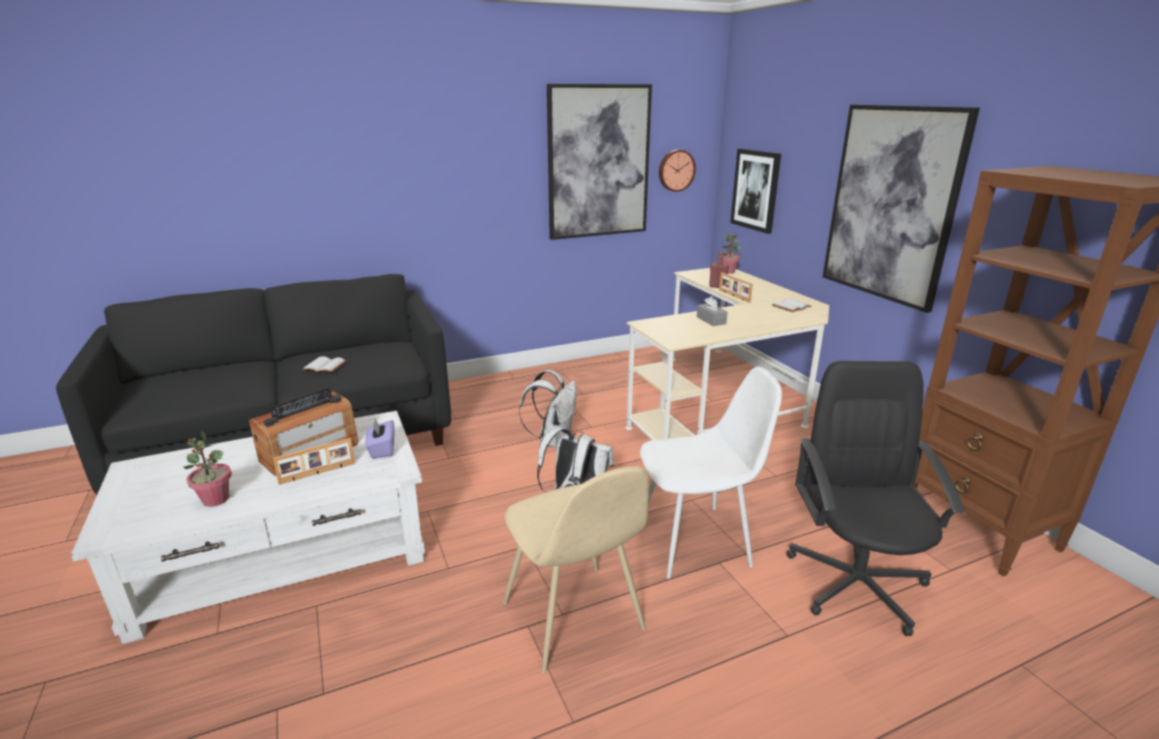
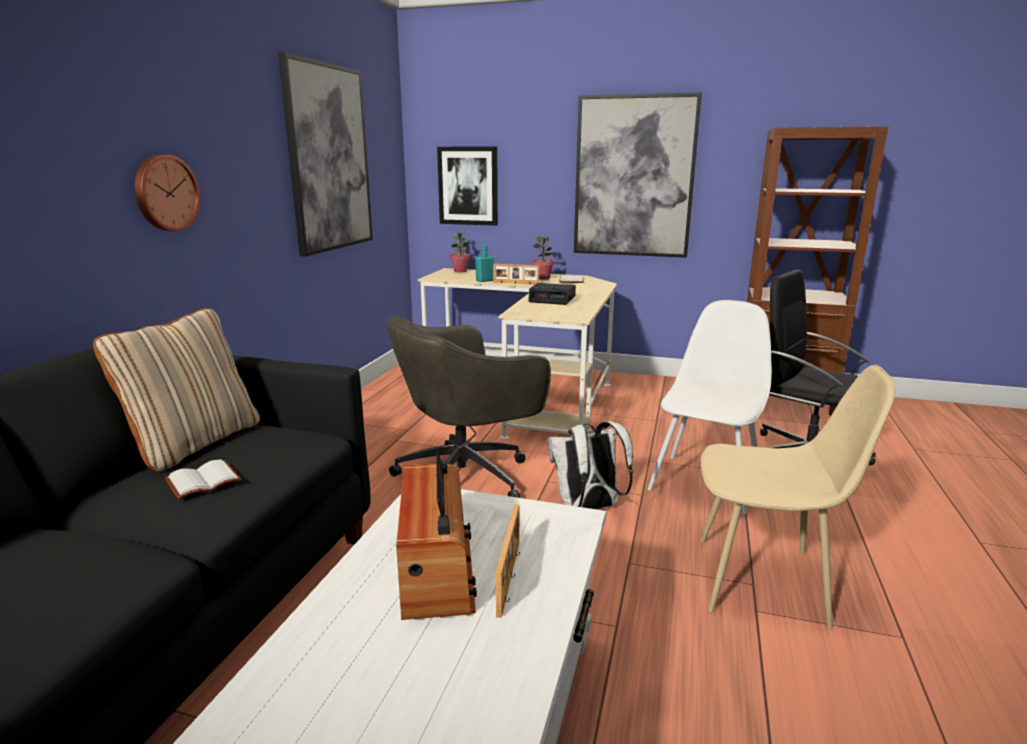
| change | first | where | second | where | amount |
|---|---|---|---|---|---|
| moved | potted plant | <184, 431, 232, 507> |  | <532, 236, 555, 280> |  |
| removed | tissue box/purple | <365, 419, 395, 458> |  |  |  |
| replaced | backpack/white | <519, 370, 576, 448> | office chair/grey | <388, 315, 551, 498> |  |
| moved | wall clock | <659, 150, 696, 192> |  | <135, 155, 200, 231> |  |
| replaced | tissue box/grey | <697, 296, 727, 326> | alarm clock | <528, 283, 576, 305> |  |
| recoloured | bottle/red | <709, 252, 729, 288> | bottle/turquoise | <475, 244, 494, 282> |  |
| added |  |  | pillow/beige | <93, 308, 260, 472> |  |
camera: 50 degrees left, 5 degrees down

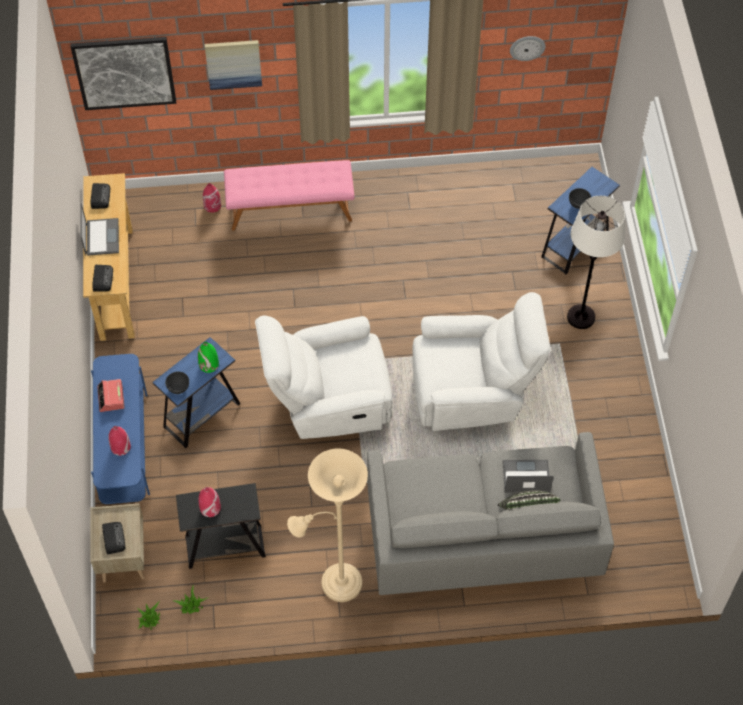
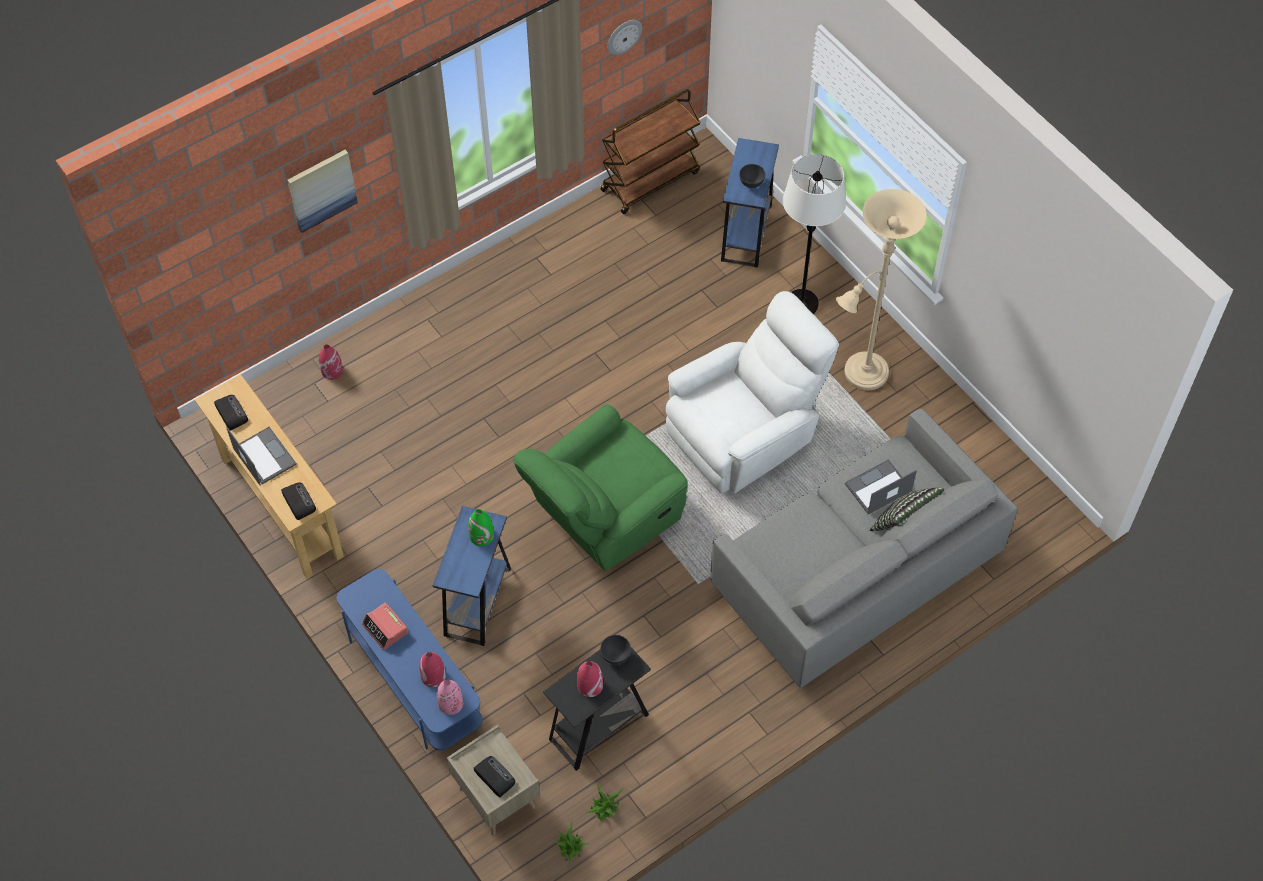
| change | first | where | second | where | amount |
|---|---|---|---|---|---|
| removed | picture | <71, 37, 176, 110> |  |  |  |
| moved | bowl/grey | <165, 371, 189, 394> |  | <600, 635, 631, 664> |  |
| removed | bench/pink | <224, 160, 355, 231> |  |  |  |
| recoloured | armchair/white | <255, 316, 393, 439> | armchair/green | <513, 405, 688, 571> |  |
| moved | floor lamp/beige | <287, 449, 368, 602> |  | <836, 189, 927, 390> |  |
| added |  |  | vase/pink | <437, 680, 463, 715> |  |
| added |  |  | cart/brown | <601, 89, 701, 214> |  |
camera: 30 degrees left, 0 degrees up

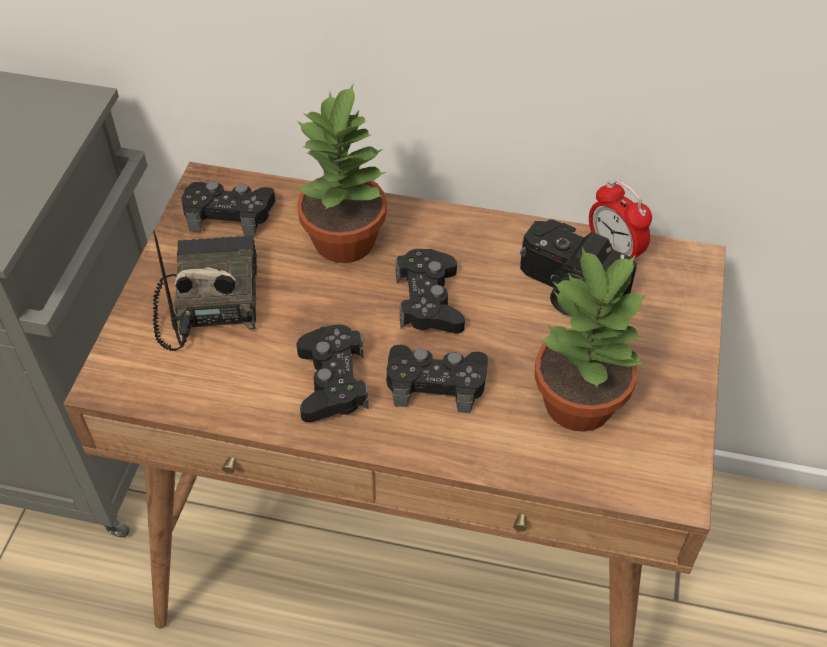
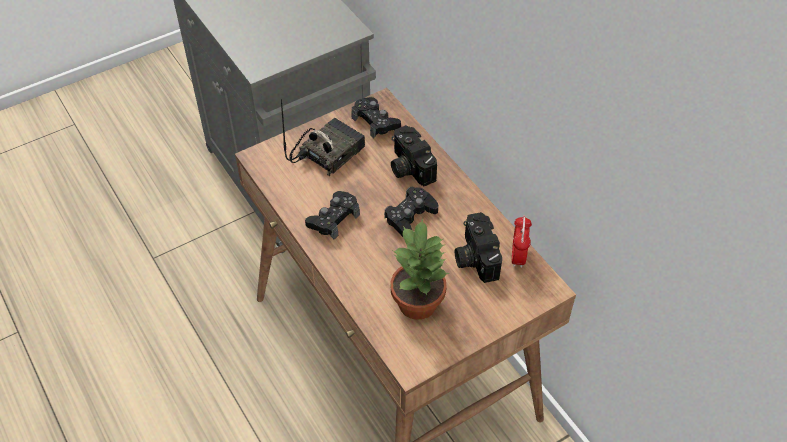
| change | first | where | second | where | amount |
|---|---|---|---|---|---|
| replaced | potted plant | <296, 84, 387, 263> | photo camera | <391, 125, 437, 186> |  |
| removed | game controller/black | <386, 345, 488, 413> |  |  |  |
camera: 45 degrees right, 0 degrees up

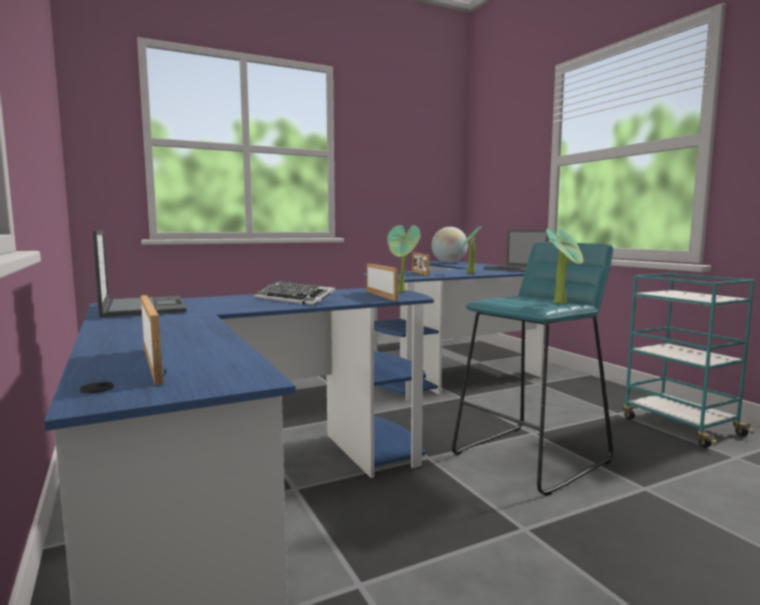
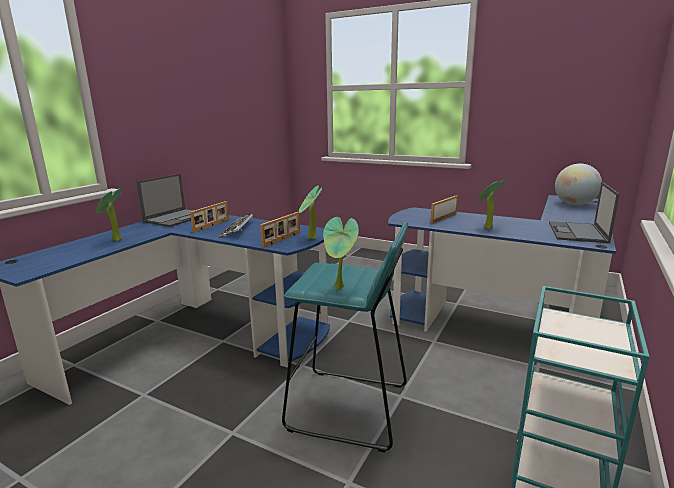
| change | first | where | second | where | amount |
|---|---|---|---|---|---|
| moved | picture frame | <141, 295, 166, 385> |  | <190, 201, 229, 232> |  |
| added |  |  | potted plant | <96, 189, 122, 241> |  |
camera: 55 degrees right, 10 degrees up

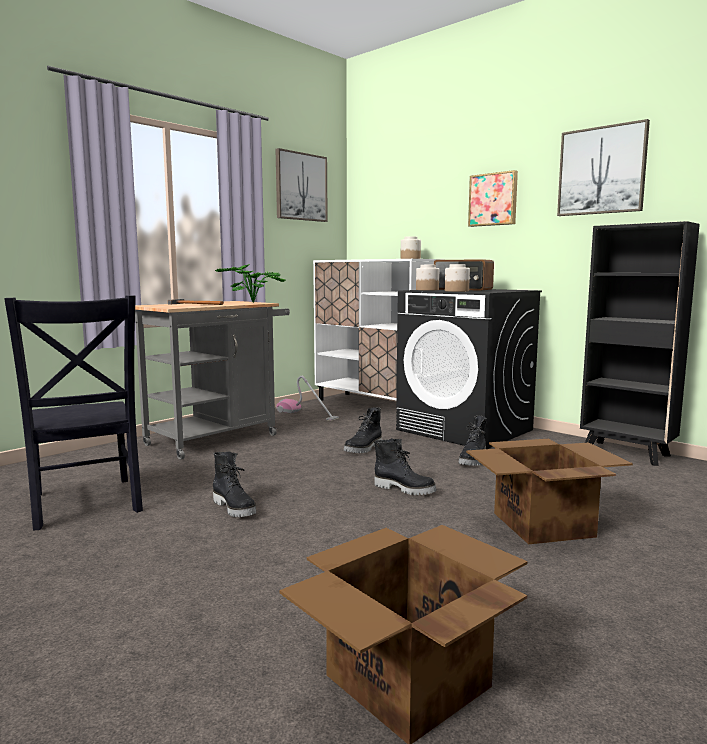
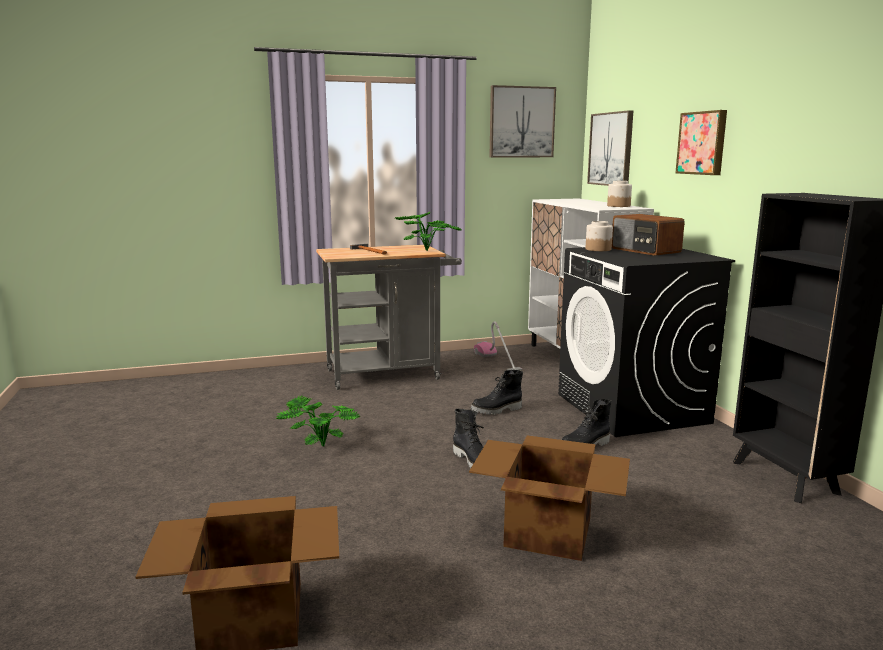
| change | first | where | second | where | amount |
|---|---|---|---|---|---|
| removed | chair/black | <4, 295, 143, 530> |  |  |  |
| replaced | boot/black | <213, 451, 256, 517> | potted plant | <276, 395, 360, 447> |  |
| removed | jar | <445, 264, 470, 292> |  |  |  |
| moved | picture | <557, 119, 650, 216> |  | <587, 110, 633, 186> |  |
camera: 30 degrees right, 5 degrees up

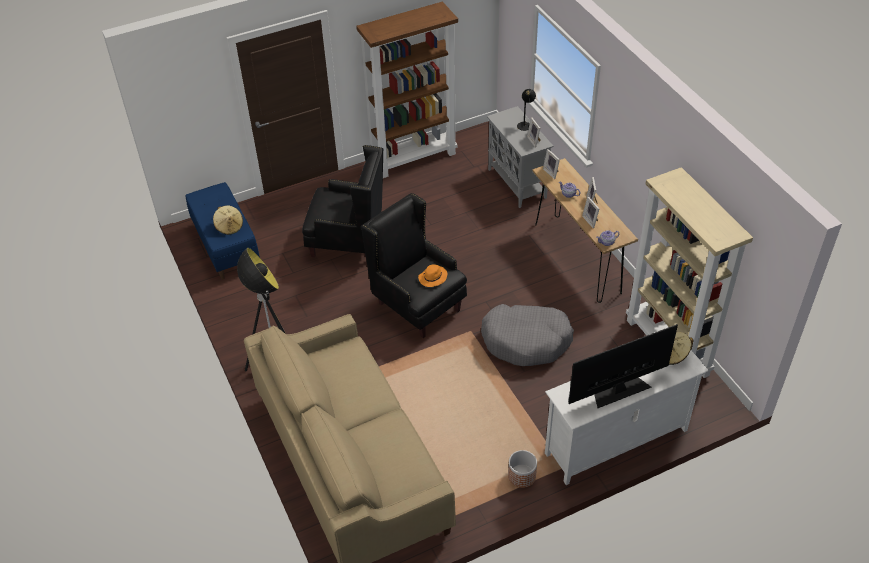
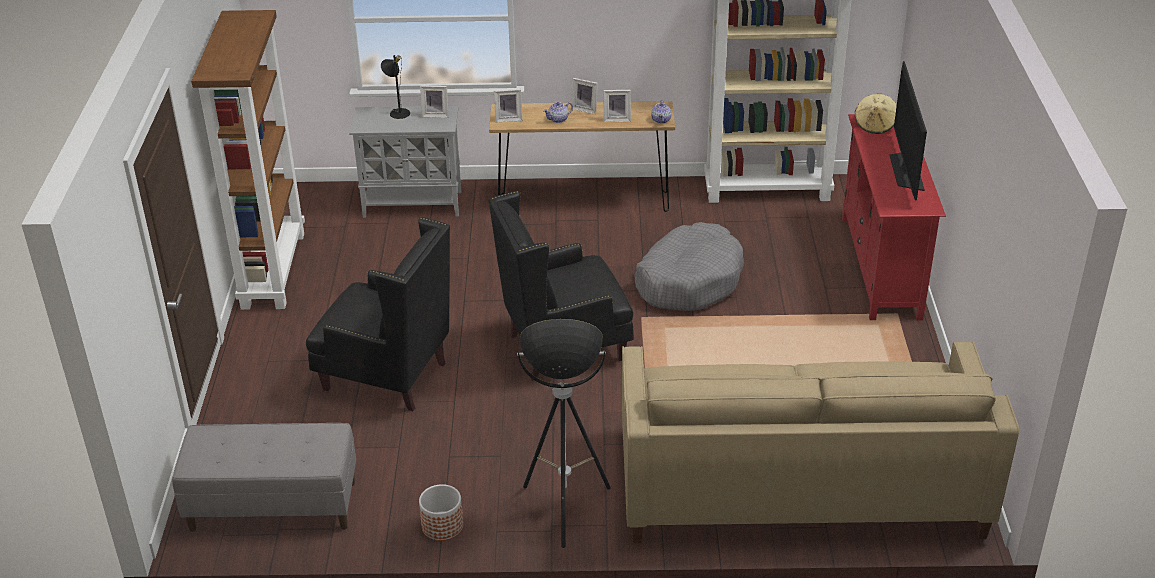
| change | first | where | second | where | amount |
|---|---|---|---|---|---|
| recoloured | bench/blue | <186, 182, 260, 280> | bench/grey | <172, 423, 356, 532> |  |
| removed | hat/beige | <213, 205, 243, 235> |  |  |  |
| turned | armchair/black | <302, 145, 383, 257> |  | <306, 217, 450, 411> | 75 degrees clockwise |
| removed | hat/orange | <418, 264, 447, 287> |  |  |  |
| moved | planter | <508, 450, 537, 488> |  | <419, 484, 463, 541> |  |
| recoloured | tv stand/white | <545, 350, 709, 485> | tv stand/red | <842, 114, 946, 320> |  |
camera: 65 degrees left, 10 degrees down

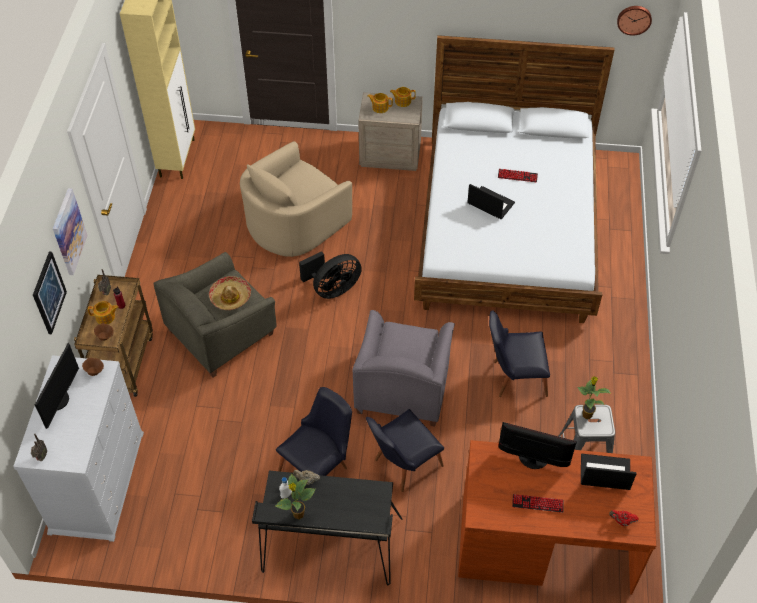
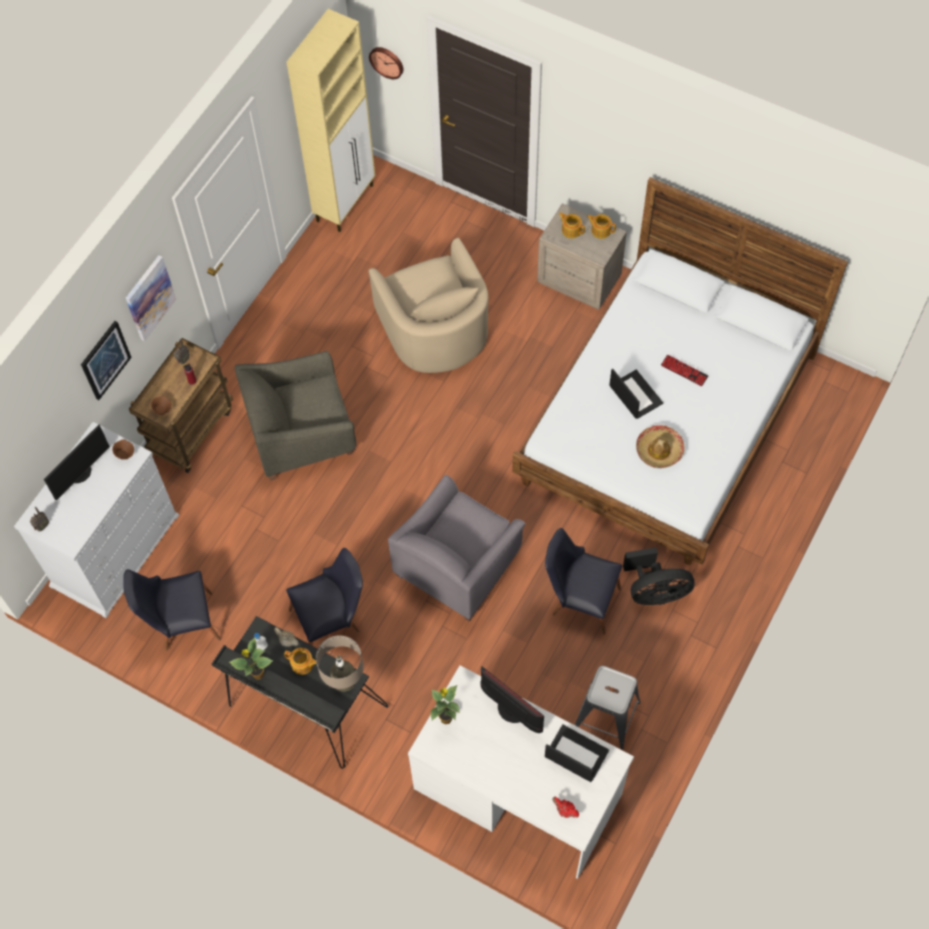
| change | first | where | second | where | amount |
|---|---|---|---|---|---|
| moved | teapot | <88, 301, 119, 324> |  | <284, 648, 316, 675> |  |
| moved | hat | <209, 276, 251, 310> |  | <636, 425, 685, 468> |  |
| turned | armchair/beige | <240, 141, 352, 257> |  | <369, 238, 489, 373> | 90 degrees counterclockwise |
| moved | fan/black | <299, 251, 362, 299> |  | <623, 548, 694, 605> |  |
| moved | chair/black | <366, 409, 444, 492> |  | <123, 569, 221, 651> |  |
| recoloured | desk/brown | <458, 440, 656, 595> | desk/white | <408, 665, 634, 879> |  |
| removed | keyboard | <512, 494, 564, 513> |  |  |  |
| moved | potted plant | <577, 376, 612, 419> |  | <431, 685, 460, 724> |  |
| moved | wall clock | <617, 6, 652, 36> |  | <369, 47, 403, 79> |  |
| added |  |  | table lamp/beige | <316, 635, 364, 692> |  |
camera: 25 degrees right, 10 degrees up

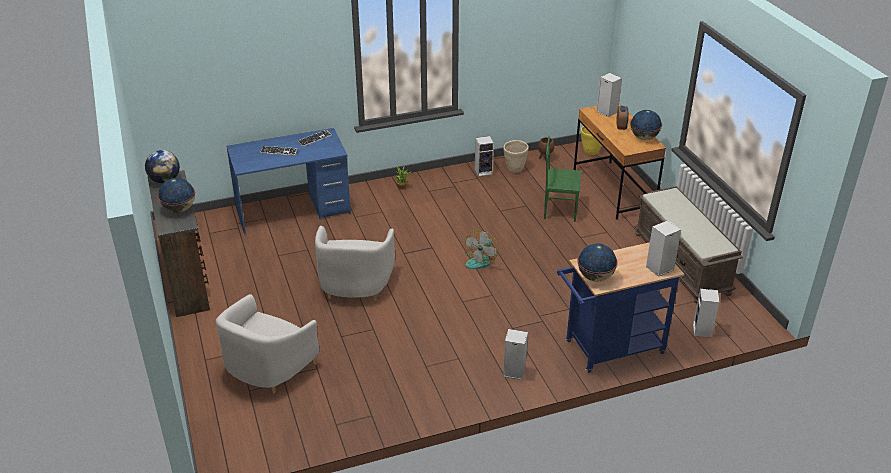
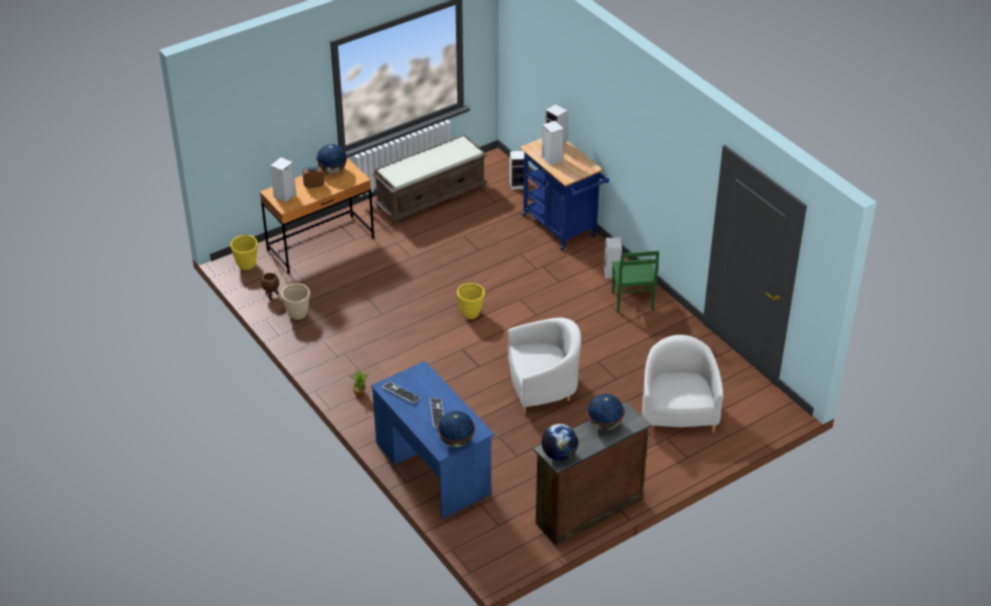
| change | first | where | second | where | amount |
|---|---|---|---|---|---|
| turned | armchair/white | <216, 294, 319, 393> |  | <642, 335, 723, 433> | 105 degrees counterclockwise |
| replaced | fan | <465, 230, 498, 269> | planter/yellow | <457, 283, 485, 319> |  |
| moved | speaker | <475, 136, 494, 176> |  | <542, 120, 564, 165> |  |
| moved | chair/green | <544, 136, 581, 222> |  | <612, 251, 659, 313> |  |
| moved | globe | <577, 243, 618, 282> |  | <437, 411, 475, 447> |  |
camera: 105 degrees left, 5 degrees up

